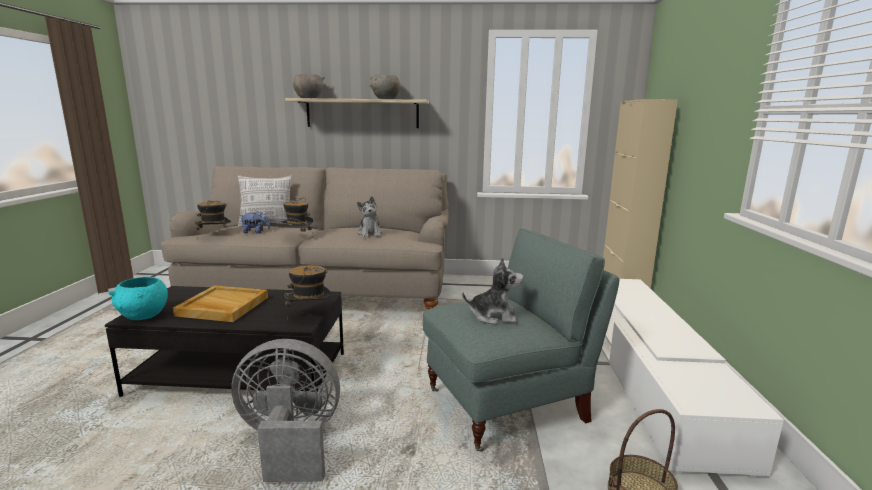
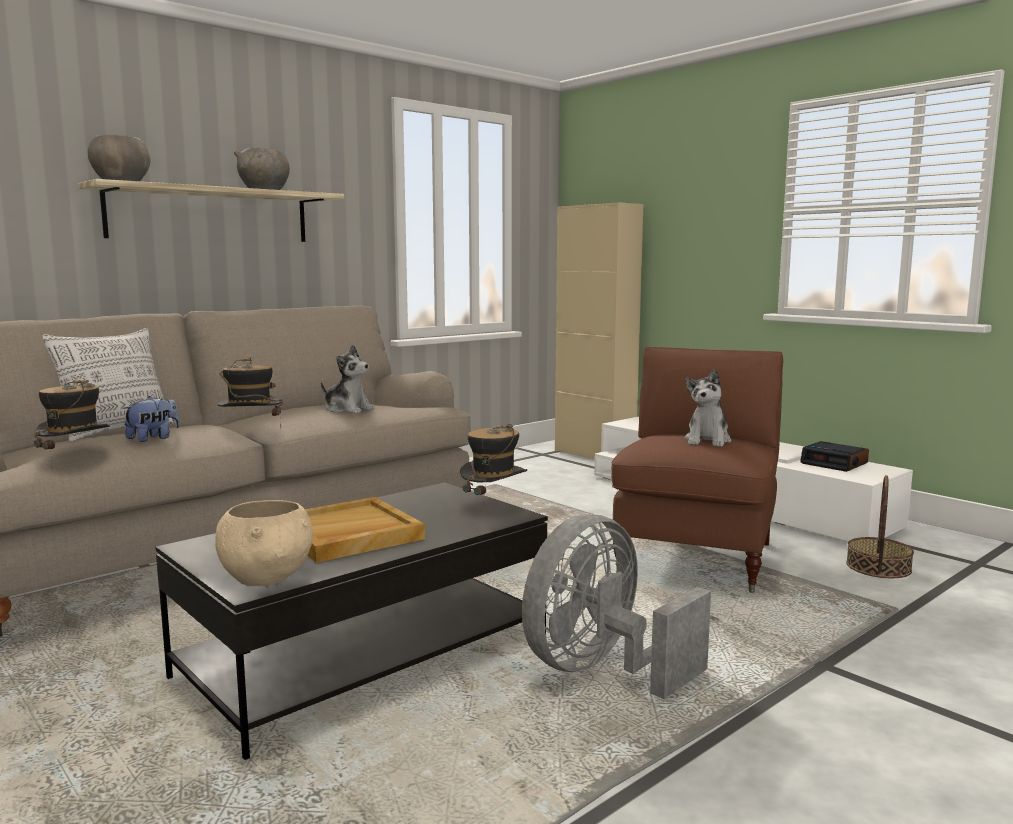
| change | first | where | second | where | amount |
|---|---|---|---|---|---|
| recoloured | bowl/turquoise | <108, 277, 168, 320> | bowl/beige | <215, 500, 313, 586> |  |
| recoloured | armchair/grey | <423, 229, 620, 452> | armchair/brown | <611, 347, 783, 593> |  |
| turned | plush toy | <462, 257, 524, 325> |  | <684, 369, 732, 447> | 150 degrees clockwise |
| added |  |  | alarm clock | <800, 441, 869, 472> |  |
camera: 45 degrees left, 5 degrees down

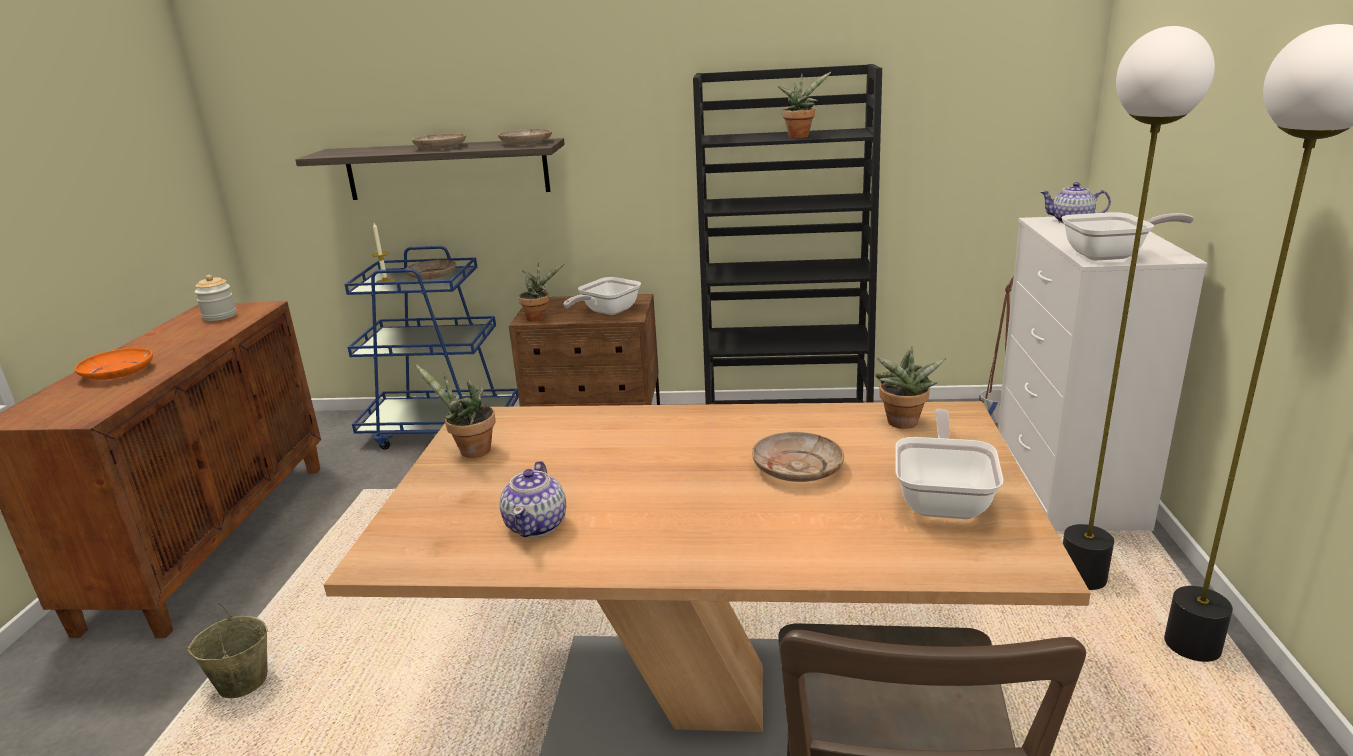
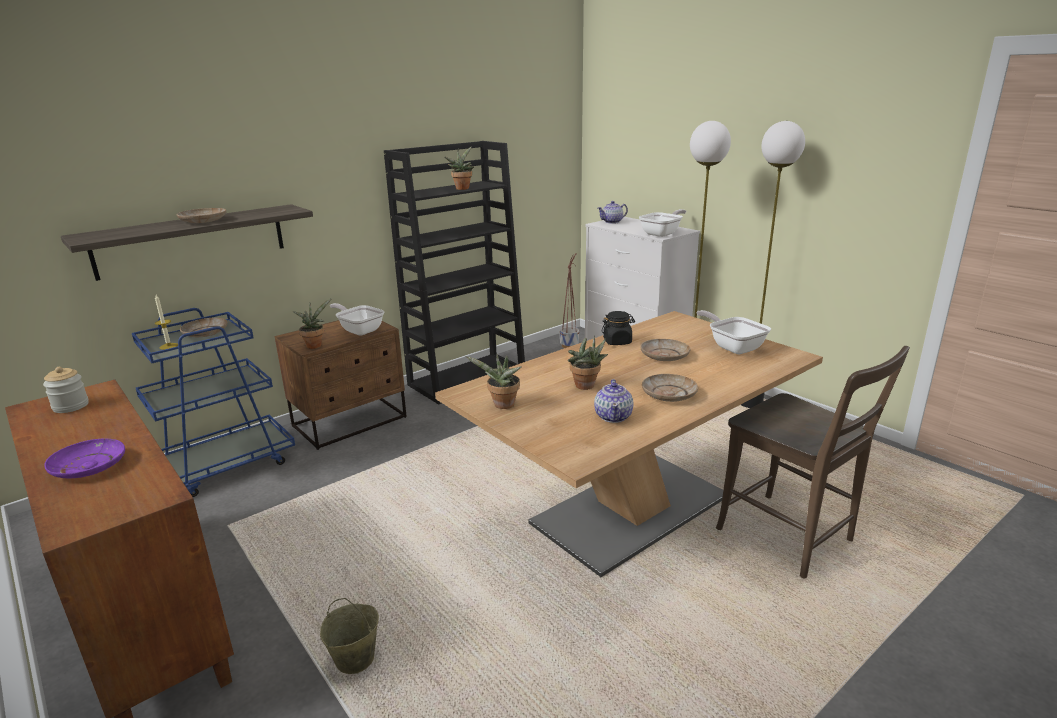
| change | first | where | second | where | amount |
|---|---|---|---|---|---|
| recoloured | plate/orange | <75, 348, 153, 380> | plate/purple | <44, 438, 125, 478> |  |
| moved | plate/beige | <498, 129, 552, 145> |  | <642, 374, 698, 402> |  |
| turned | teapot | <500, 461, 566, 537> |  | <594, 379, 633, 423> | 45 degrees clockwise |
| turned | frying pan | <563, 277, 641, 315> |  | <330, 303, 384, 335> | 135 degrees clockwise |
| moved | potted plant | <875, 347, 946, 429> |  | <568, 335, 608, 390> |  |
| added |  |  | jar/black | <602, 311, 635, 345> |  |
camera: 45 degrees left, 0 degrees up

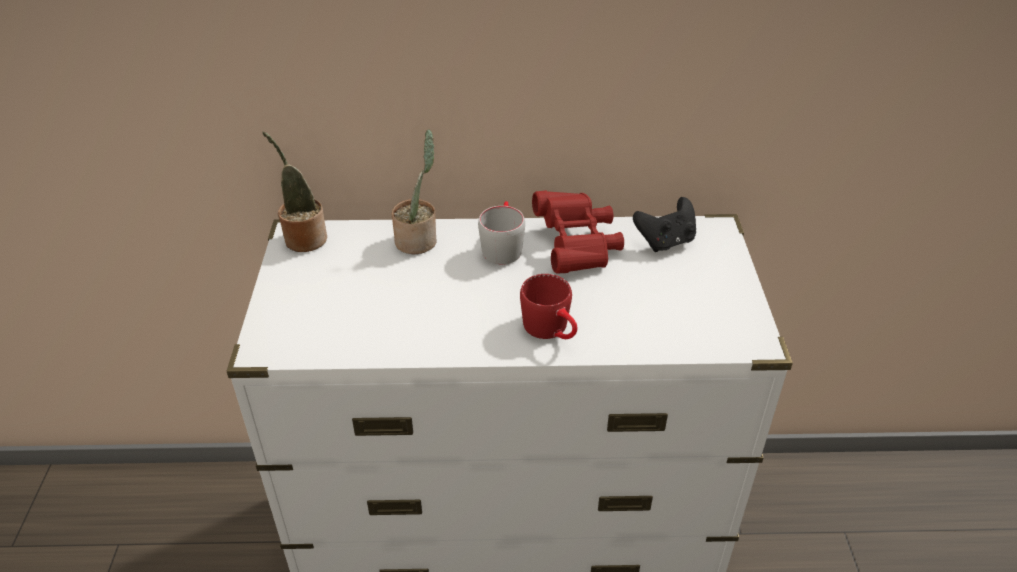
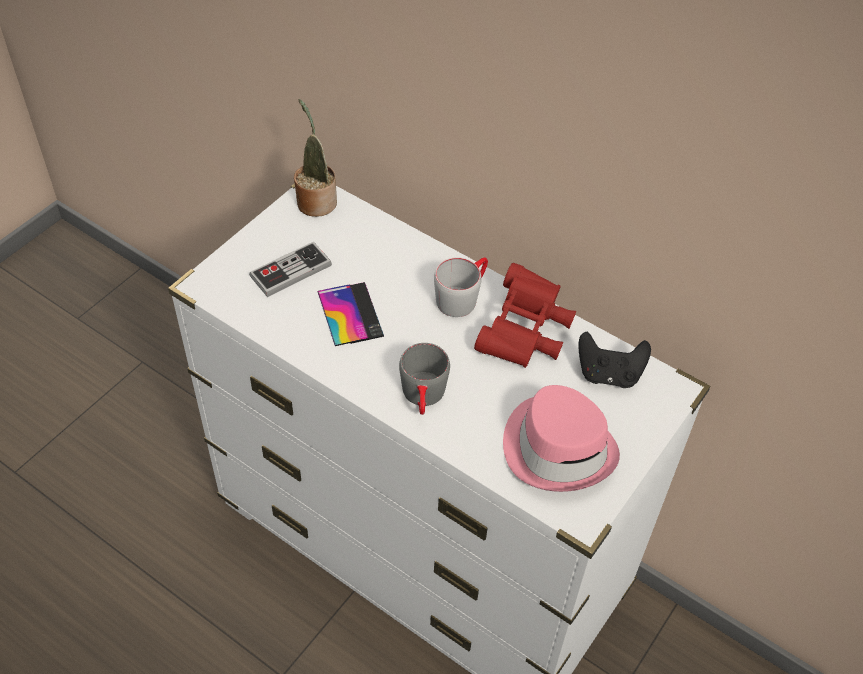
| change | first | where | second | where | amount |
|---|---|---|---|---|---|
| removed | potted plant | <392, 129, 437, 254> |  |  |  |
| recoloured | mug/red | <520, 274, 577, 339> | mug/grey | <399, 343, 450, 415> |  |
| added |  |  | game controller | <249, 242, 332, 297> |  |
| added |  |  | phone | <317, 282, 384, 346> |  |
| added |  |  | hat/pink | <503, 385, 620, 492> |  |
camera: 35 degrees right, 10 degrees up

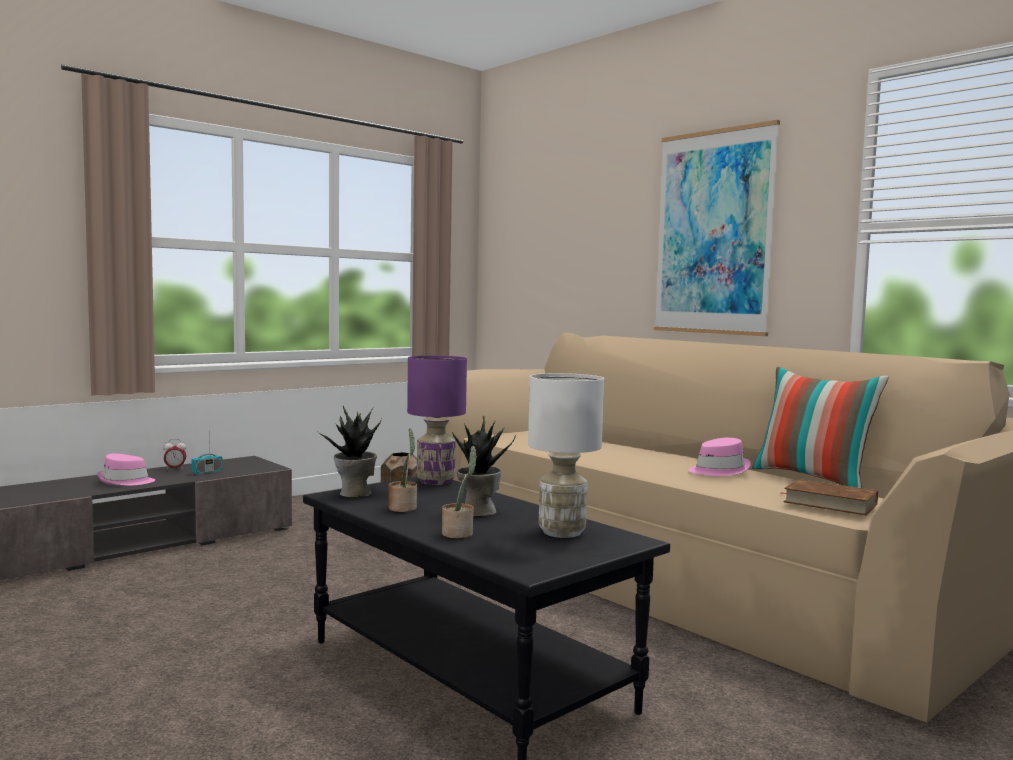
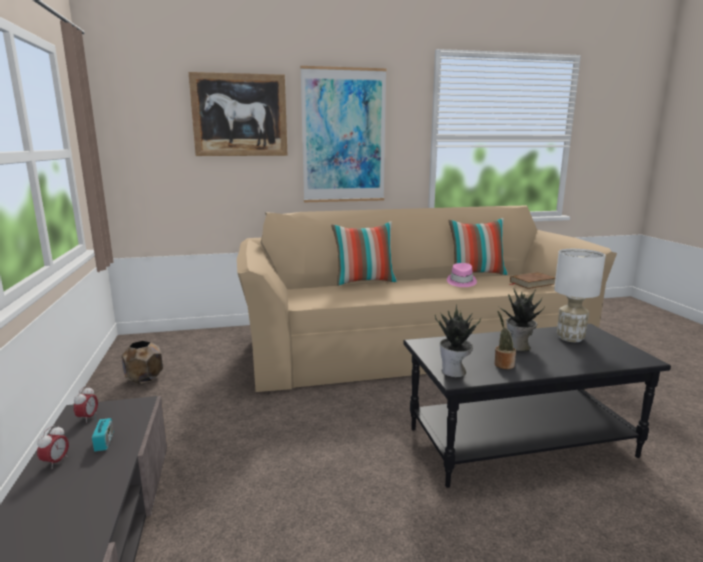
| change | first | where | second | where | amount |
|---|---|---|---|---|---|
| removed | hat/pink | <97, 453, 155, 485> |  |  |  |
| removed | table lamp/purple | <407, 355, 467, 485> |  |  |  |
| removed | potted plant | <442, 446, 477, 538> |  |  |  |
| added |  |  | alarm clock | <74, 386, 98, 423> |  |
| added |  |  | picture | <189, 72, 288, 156> |  |
| added |  |  | pillow | <331, 222, 397, 286> |  |
camera: 60 degrees left, 10 degrees up

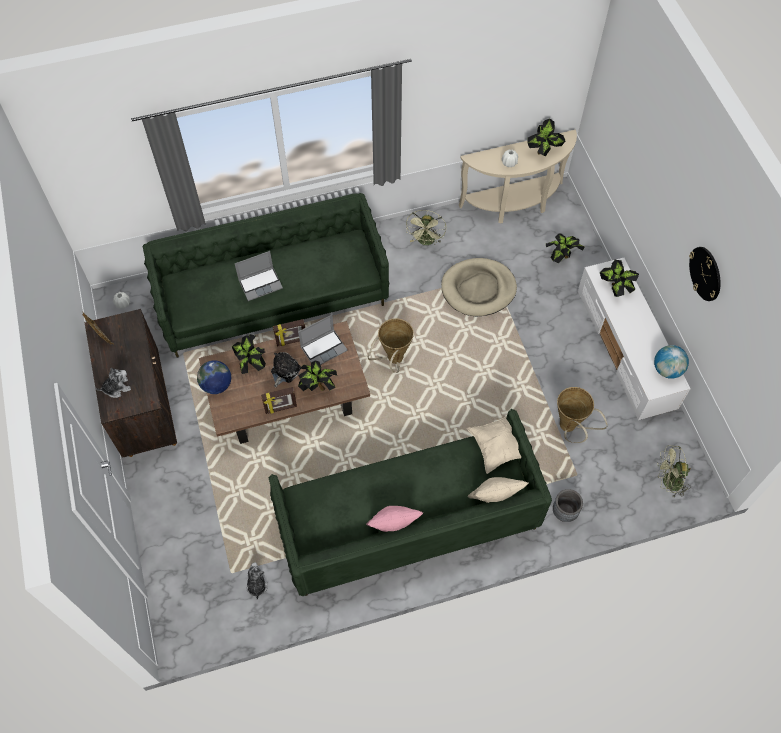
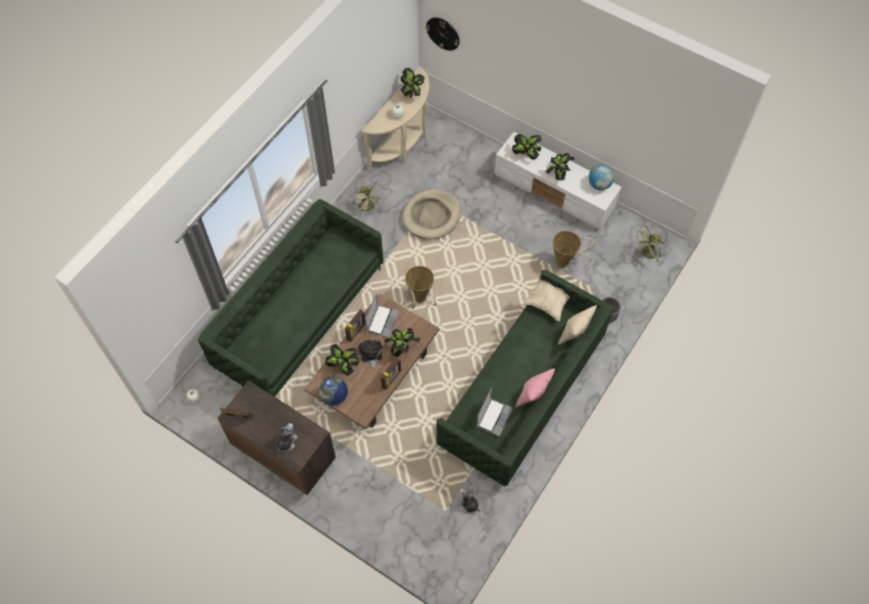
| change | first | where | second | where | amount |
|---|---|---|---|---|---|
| moved | laptop | <235, 251, 283, 301> |  | <476, 388, 513, 437> |  |
| moved | potted plant | <546, 233, 584, 263> |  | <545, 153, 575, 181> |  |
| moved | wall clock | <689, 247, 721, 301> |  | <426, 17, 460, 51> |  |
camera: 40 degrees left, 0 degrees up

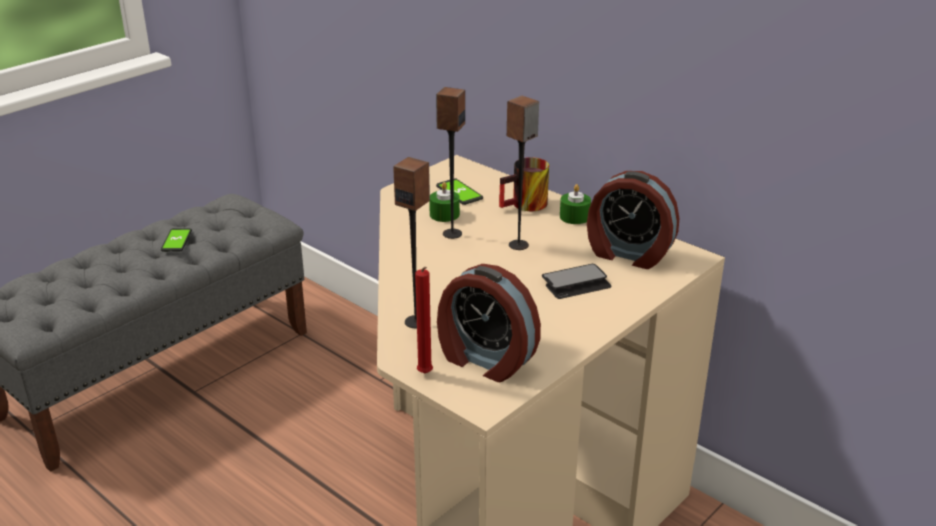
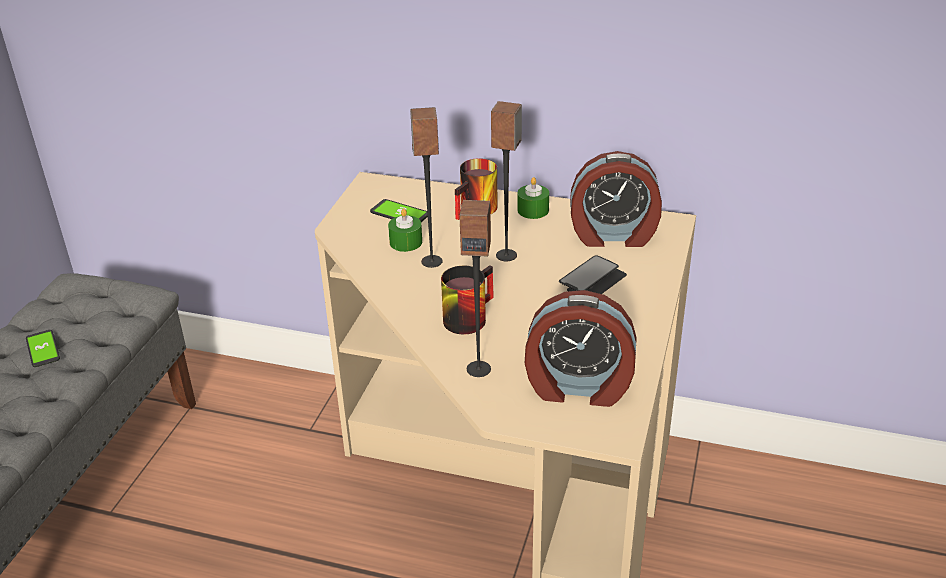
| change | first | where | second | where | amount |
|---|---|---|---|---|---|
| removed | candle/red | <415, 267, 433, 373> |  |  |  |
| added |  |  | mug | <441, 265, 493, 335> |  |
camera: 25 degrees left, 5 degrees up

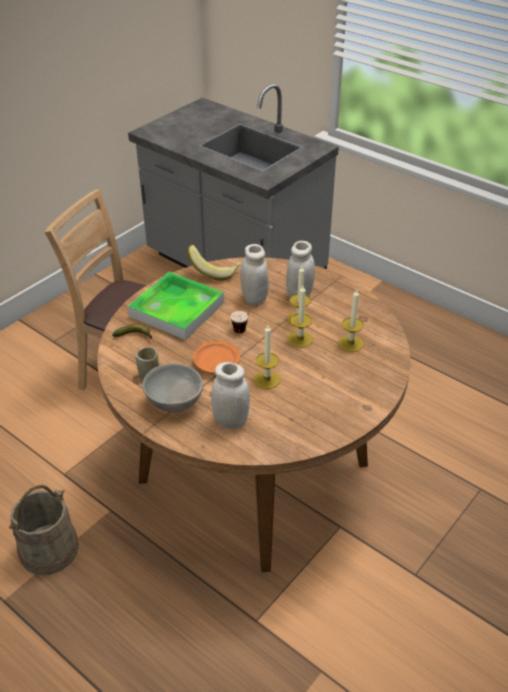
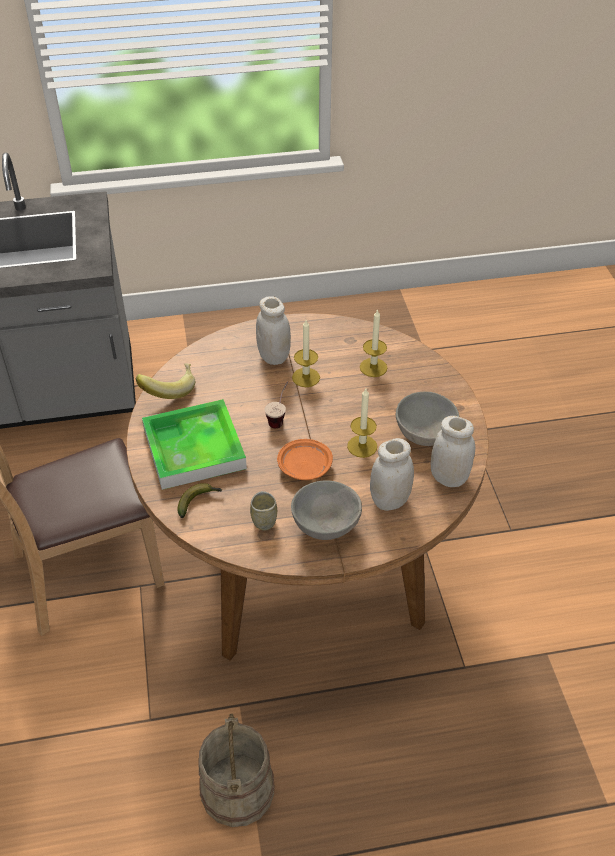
| change | first | where | second | where | amount |
|---|---|---|---|---|---|
| moved | jar/white | <240, 244, 269, 305> |  | <431, 416, 475, 487> |  |
| removed | candle | <287, 286, 313, 348> |  |  |  |
| added |  |  | bowl/grey | <396, 392, 459, 446> |  |
camera: 50 degrees left, 5 degrees up

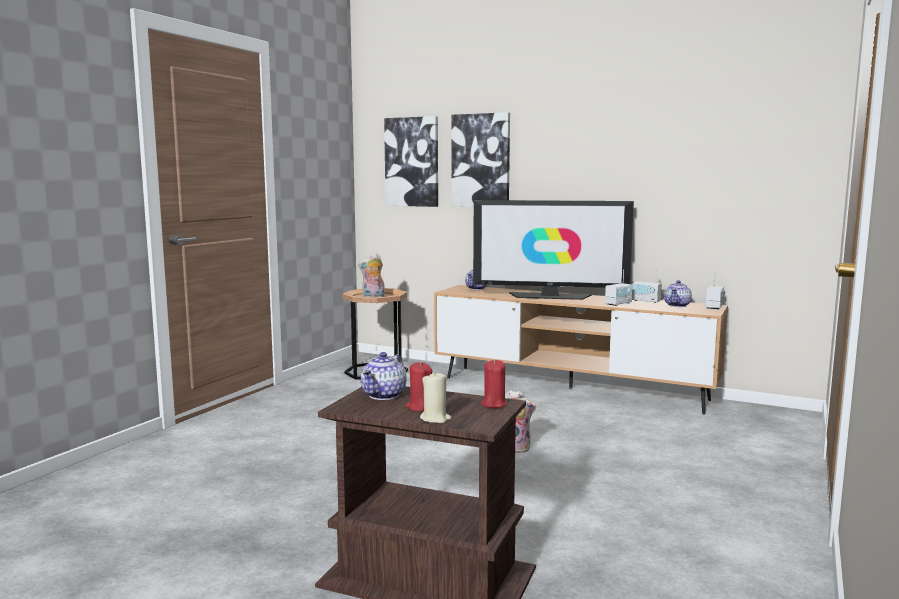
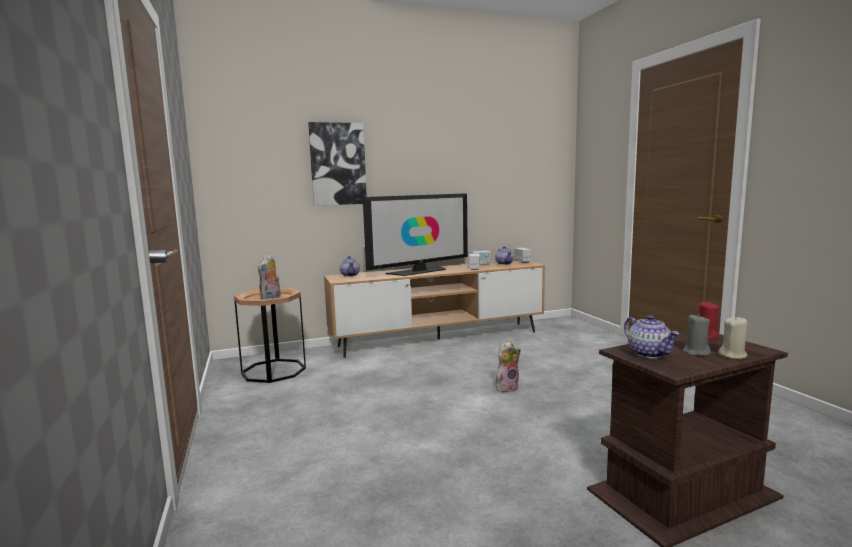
| change | first | where | second | where | amount |
|---|---|---|---|---|---|
| removed | picture | <384, 116, 438, 207> |  |  |  |
| recoloured | candle/red | <405, 362, 432, 411> | candle/grey | <683, 314, 711, 356> |  |
camera: 45 degrees left, 0 degrees up

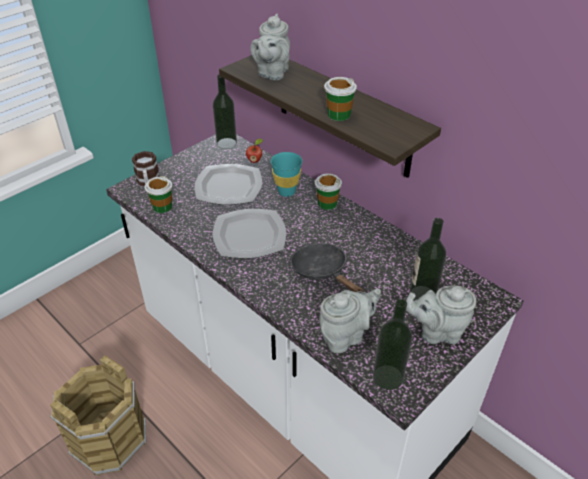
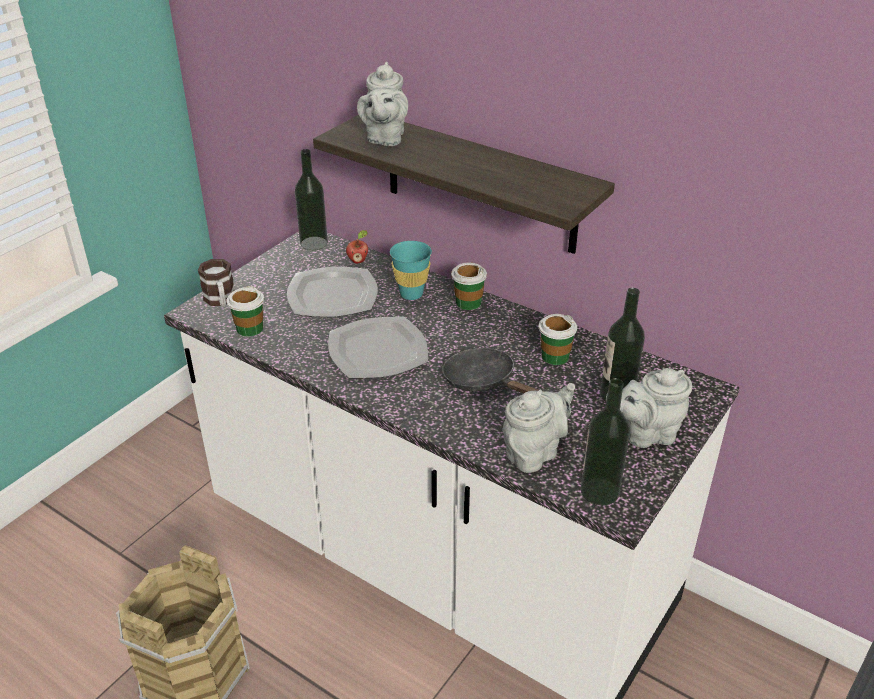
| change | first | where | second | where | amount |
|---|---|---|---|---|---|
| moved | cup | <324, 77, 357, 121> |  | <539, 314, 577, 365> |  |
camera: 10 degrees left, 5 degrees down

